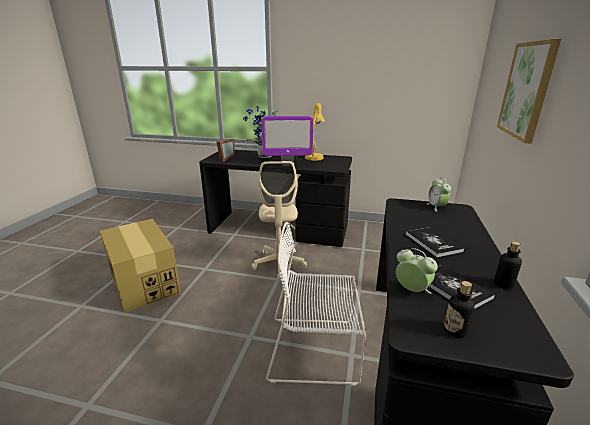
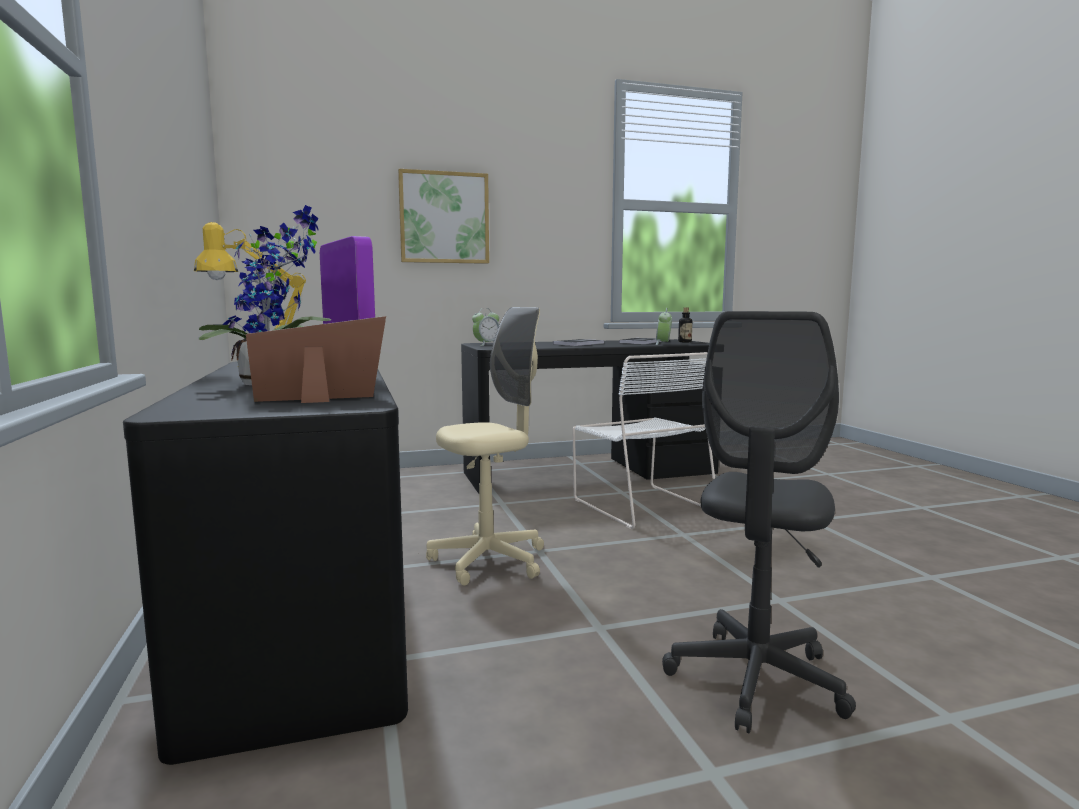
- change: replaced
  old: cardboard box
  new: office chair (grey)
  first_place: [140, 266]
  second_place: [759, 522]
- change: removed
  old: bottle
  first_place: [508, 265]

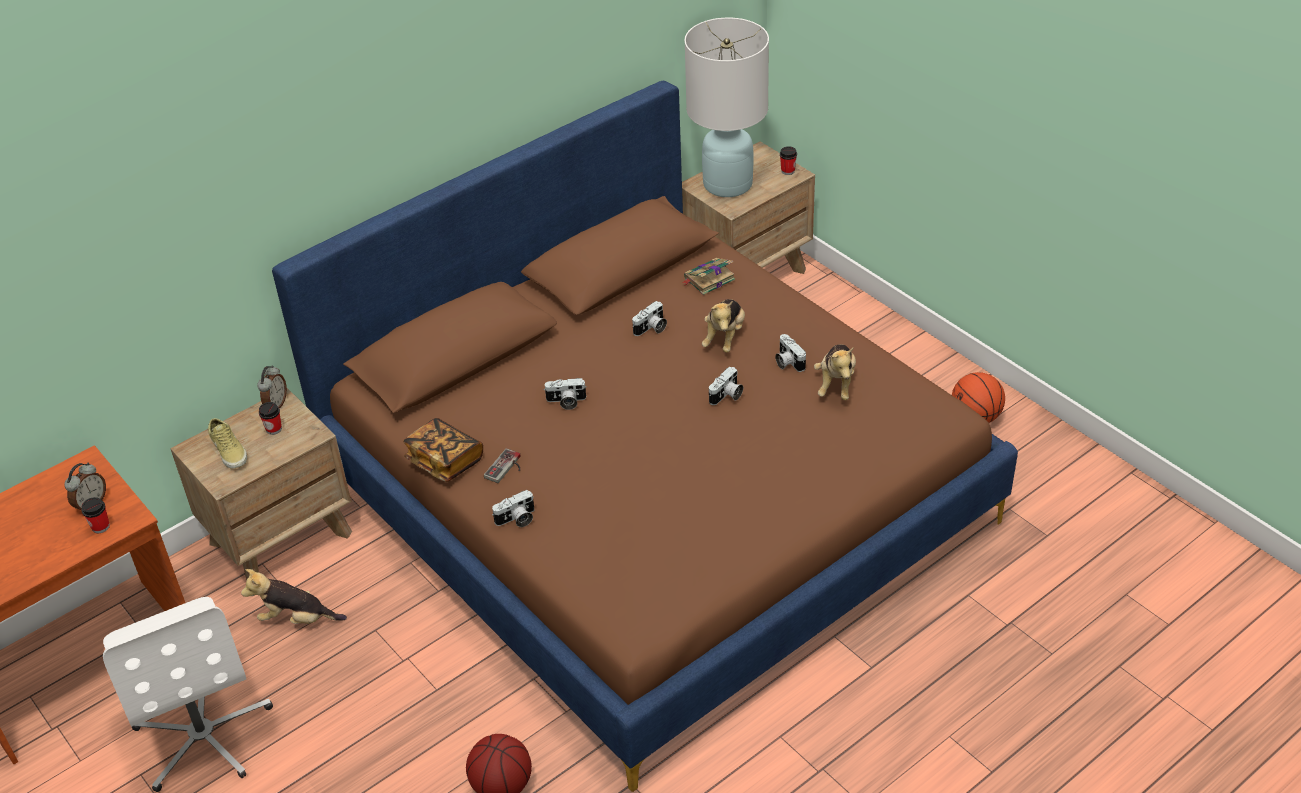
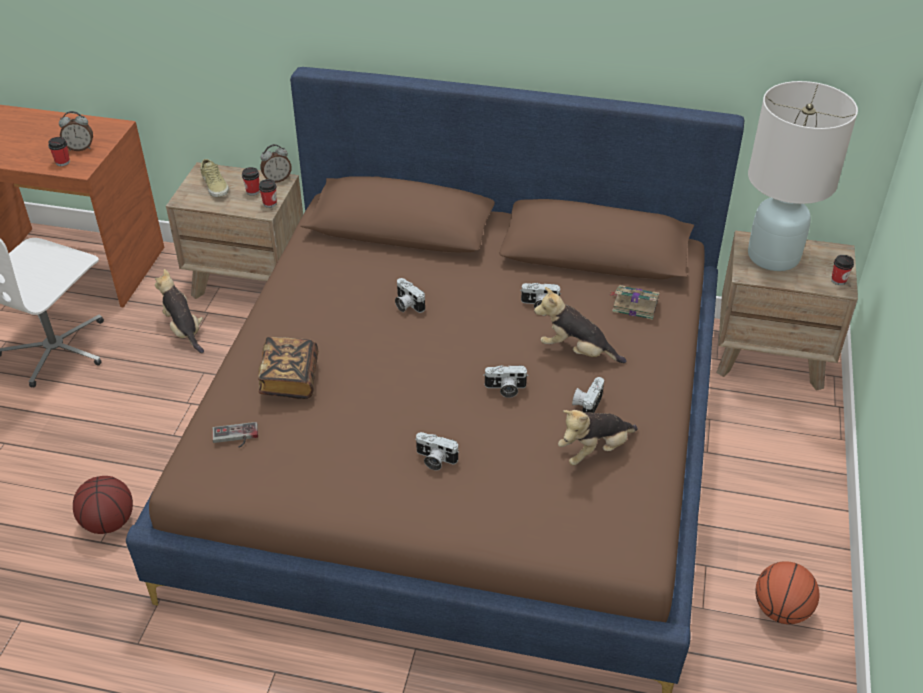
- change: turned
  old: shoe (beige)
  first_place: [227, 443]
  second_place: [214, 178]
  degrees: -45
- change: moved
  old: book
  first_place: [443, 450]
  second_place: [288, 368]
- change: moved
  old: game controller
  first_place: [502, 465]
  second_place: [235, 435]
- change: moved
  old: photo camera
  first_place: [513, 508]
  second_place: [437, 451]
- change: turned
  old: plush toy
  first_place: [723, 326]
  second_place: [580, 325]
  degrees: 45
- change: added
  new: cup
  second_place: [268, 193]

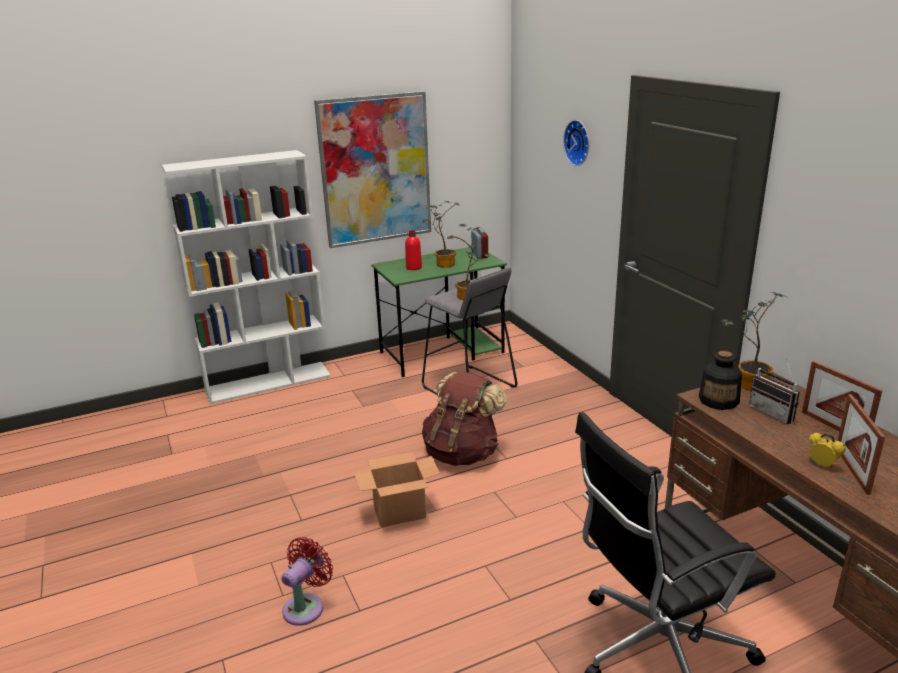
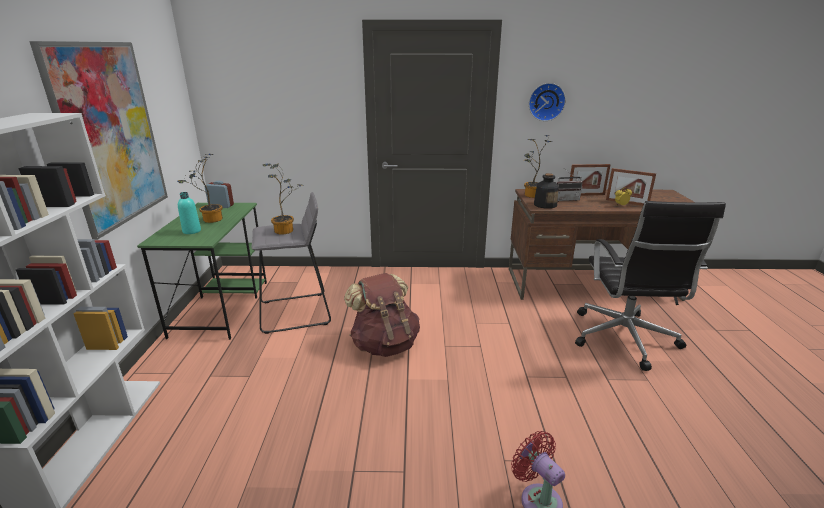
- change: removed
  old: cardboard box
  first_place: [397, 489]
- change: recoloured
  old: bottle (red)
  new: bottle (turquoise)
  first_place: [413, 250]
  second_place: [189, 213]
- change: moved
  old: wall clock
  first_place: [576, 143]
  second_place: [547, 102]

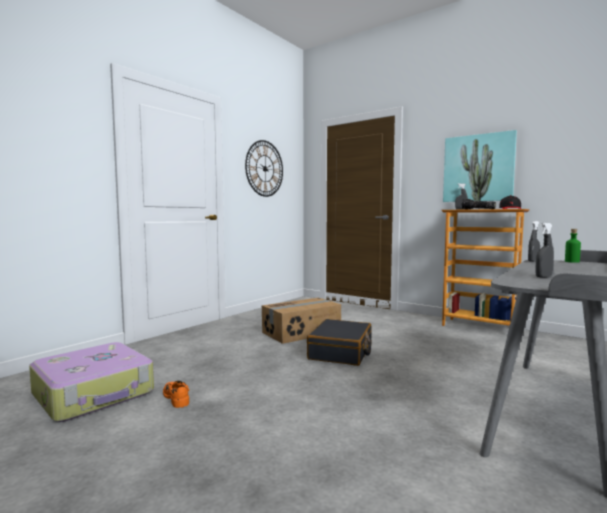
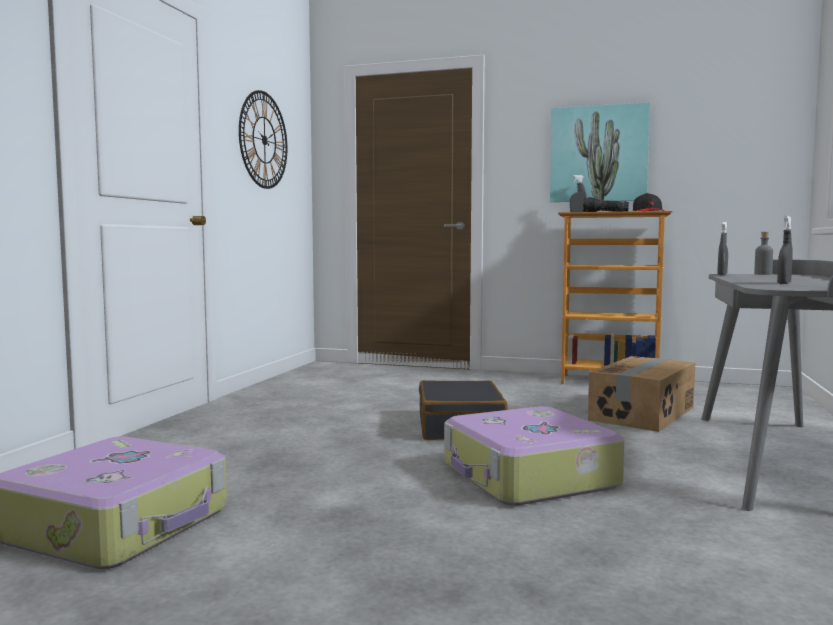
- change: removed
  old: shoe (orange)
  first_place: [176, 394]
- change: moved
  old: cardboard box
  first_place: [301, 321]
  second_place: [641, 394]
- change: recoloured
  old: bottle (green)
  new: bottle (grey)
  first_place: [573, 246]
  second_place: [764, 253]
- change: added
  new: suitcase
  second_place: [534, 456]

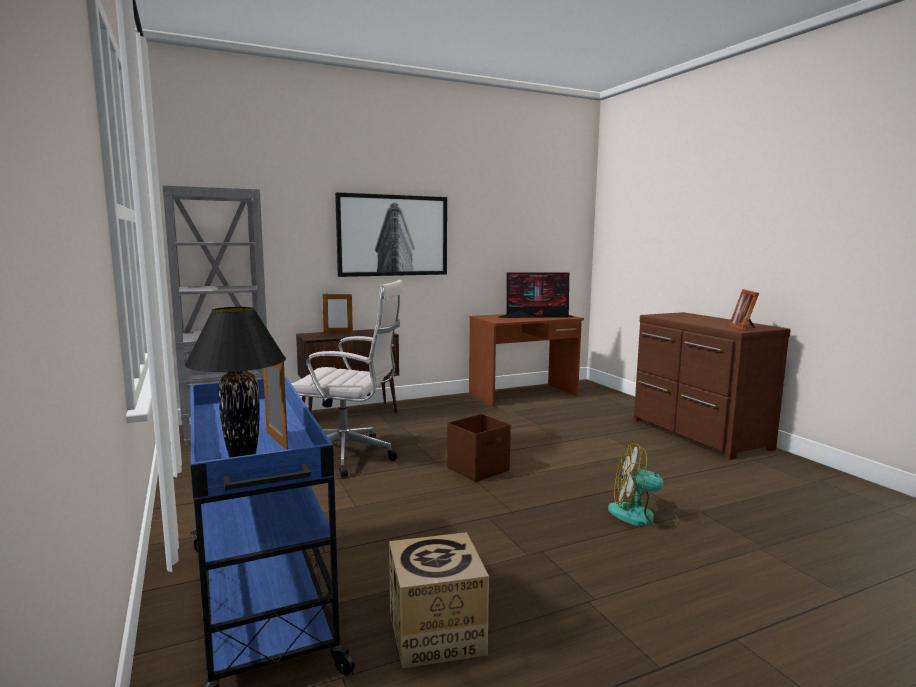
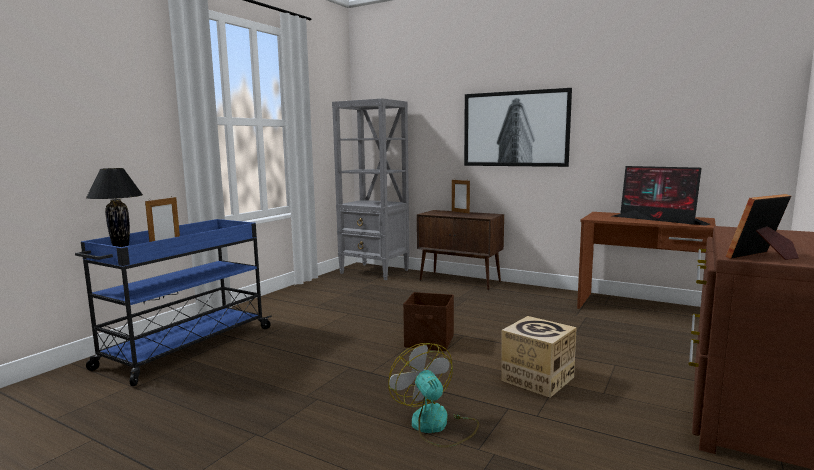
- change: removed
  old: office chair (white)
  first_place: [347, 379]
- change: moved
  old: cardboard box
  first_place: [439, 600]
  second_place: [539, 357]

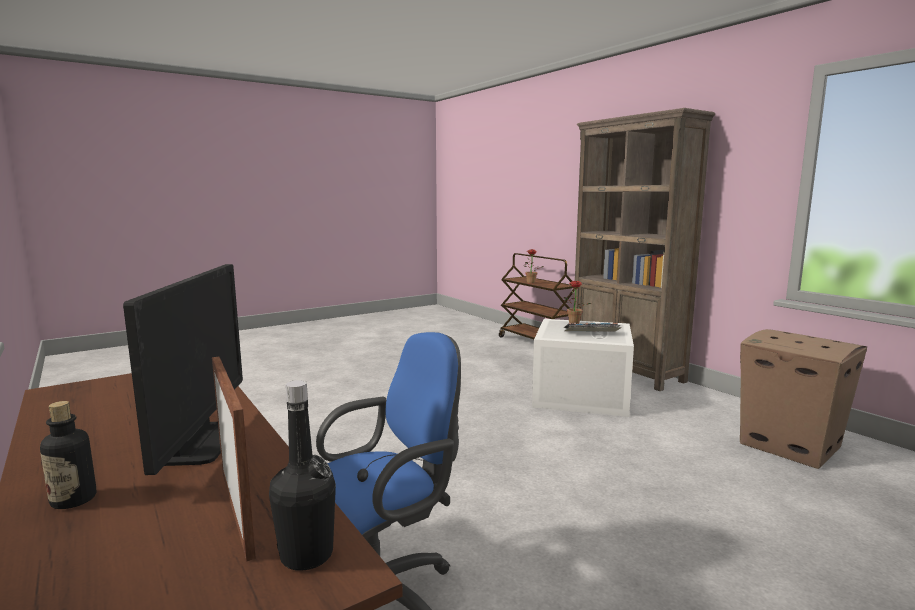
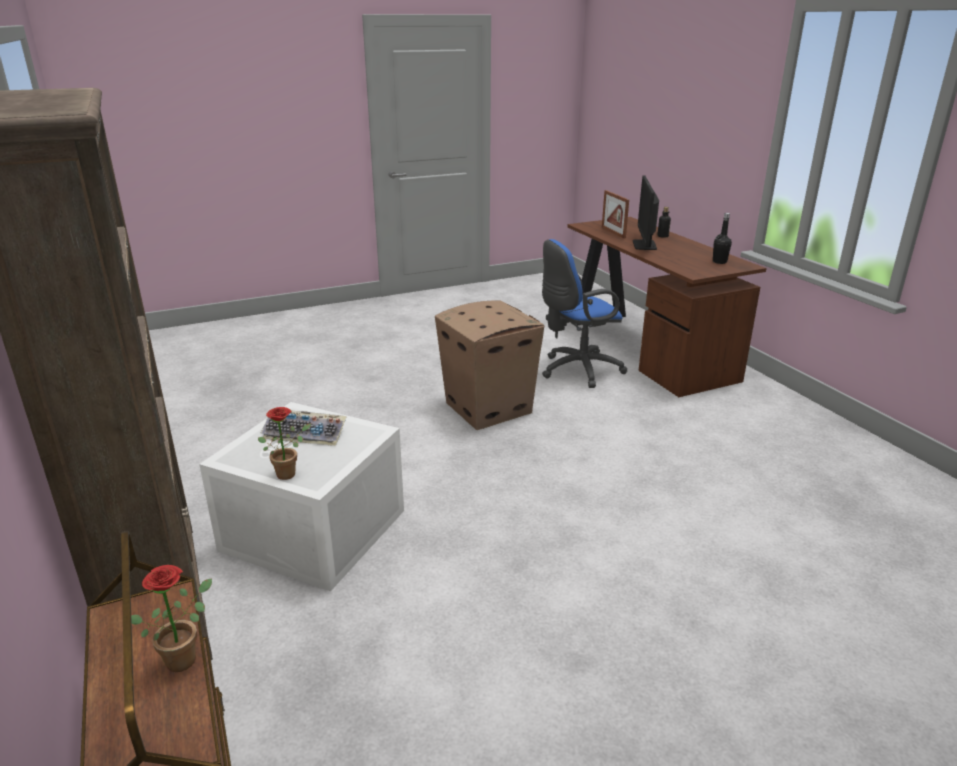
- change: moved
  old: bottle (black)
  first_place: [302, 475]
  second_place: [722, 238]
- change: moved
  old: cardboard box
  first_place: [803, 399]
  second_place: [489, 365]

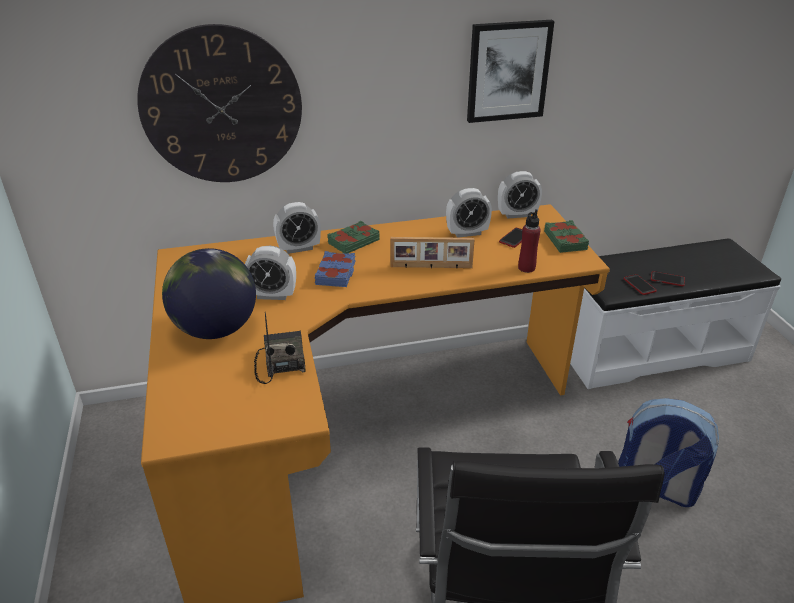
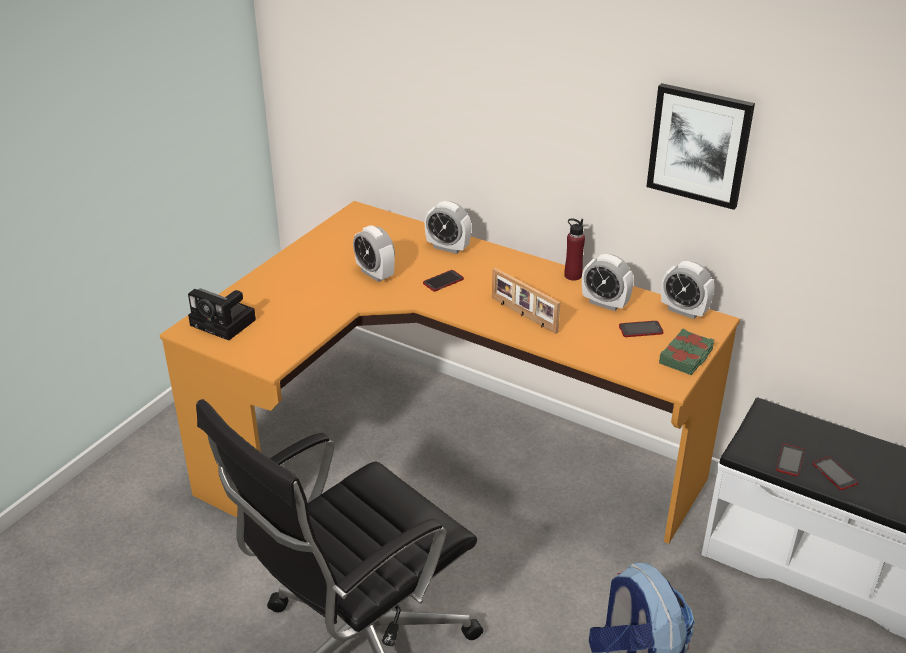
- change: removed
  old: wall clock
  first_place: [219, 103]
- change: removed
  old: globe
  first_place: [209, 293]
- change: removed
  old: radio
  first_place: [280, 347]
- change: replaced
  old: book (blue)
  new: phone
  first_place: [335, 269]
  second_place: [443, 280]
- change: removed
  old: book (green)
  first_place: [353, 237]
- change: moved
  old: bottle (red)
  first_place: [529, 241]
  second_place: [574, 250]
- change: added
  new: photo camera
  second_place: [222, 314]

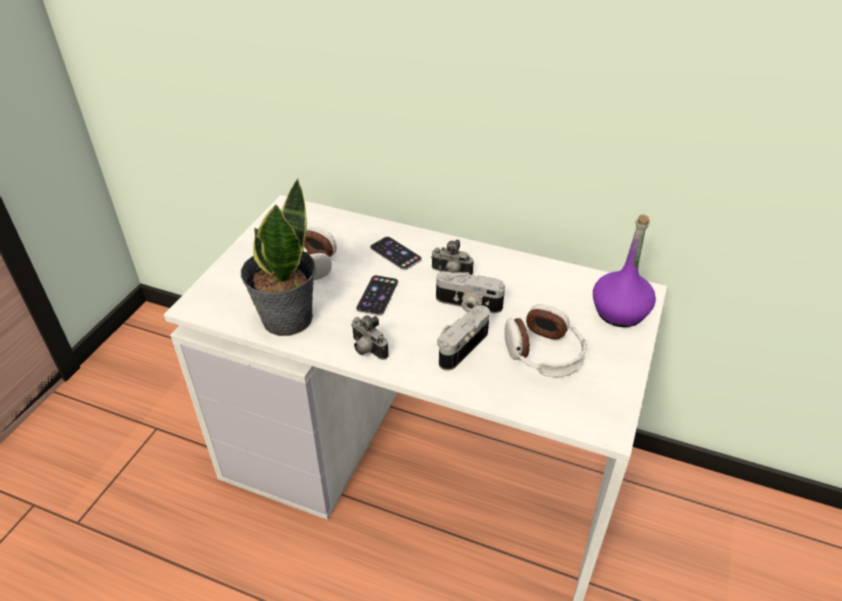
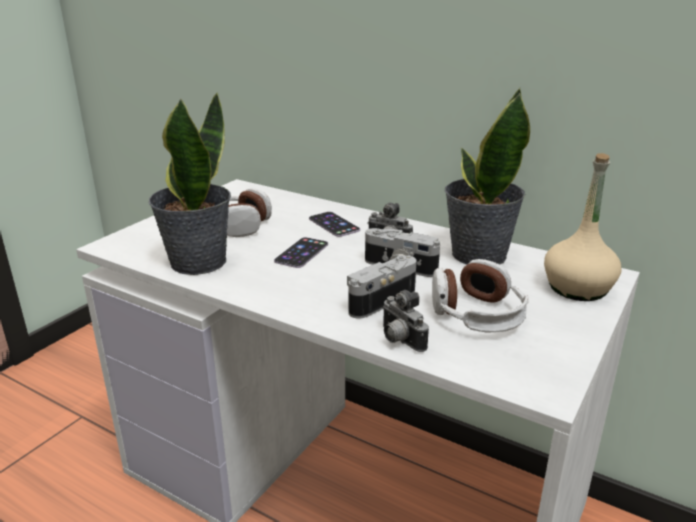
- change: moved
  old: photo camera
  first_place: [370, 337]
  second_place: [405, 321]
- change: recoloured
  old: bottle (purple)
  new: bottle (beige)
  first_place: [624, 271]
  second_place: [583, 227]
- change: added
  new: potted plant
  second_place: [487, 176]

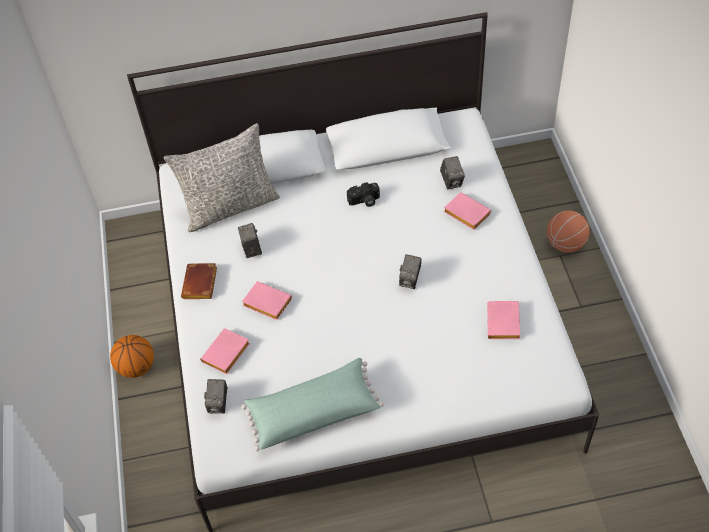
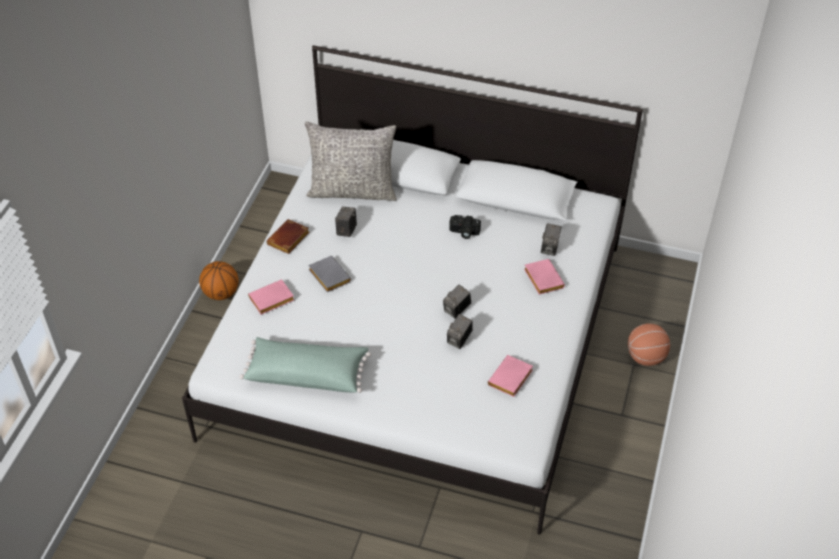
- change: moved
  old: photo camera
  first_place: [215, 396]
  second_place: [460, 331]
- change: recoloured
  old: book (pink)
  new: book (grey)
  first_place: [267, 300]
  second_place: [329, 274]

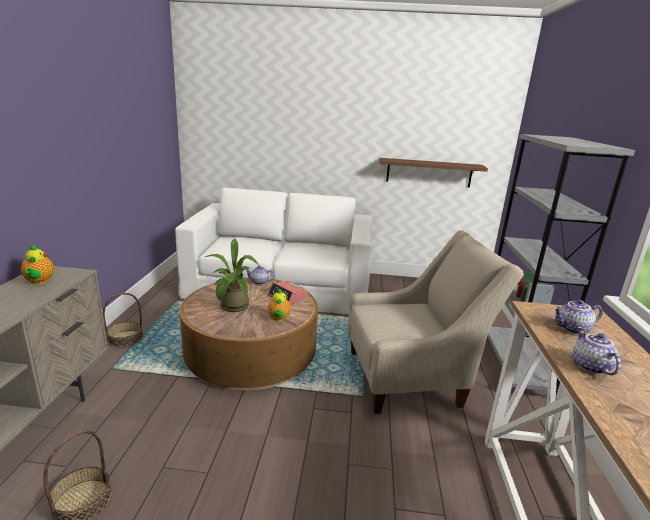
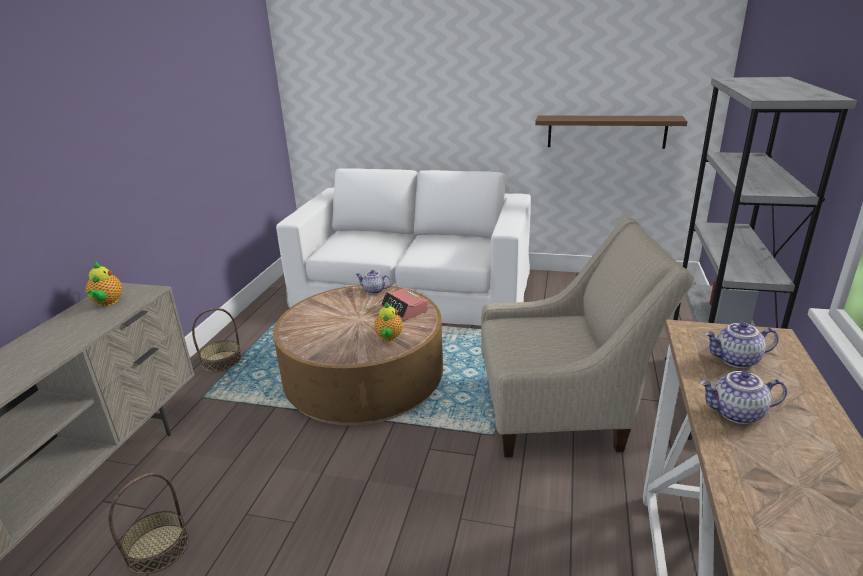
- change: removed
  old: potted plant
  first_place: [232, 275]
- change: turned
  old: teapot
  first_place: [597, 351]
  second_place: [743, 397]
  degrees: -90

